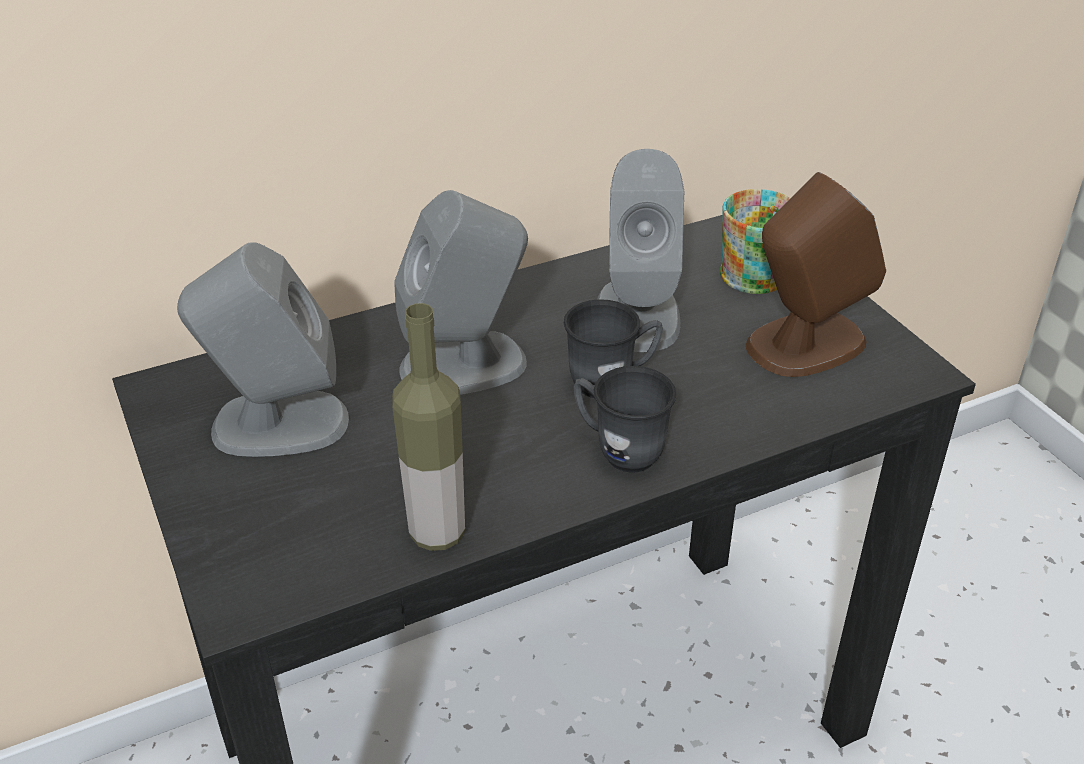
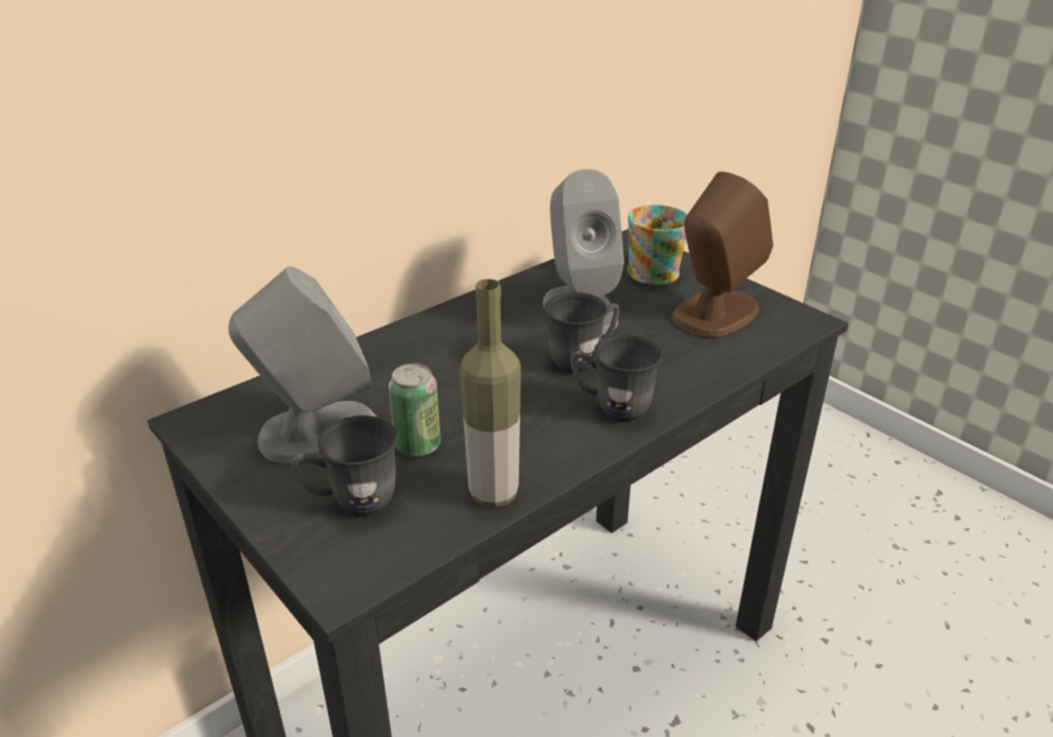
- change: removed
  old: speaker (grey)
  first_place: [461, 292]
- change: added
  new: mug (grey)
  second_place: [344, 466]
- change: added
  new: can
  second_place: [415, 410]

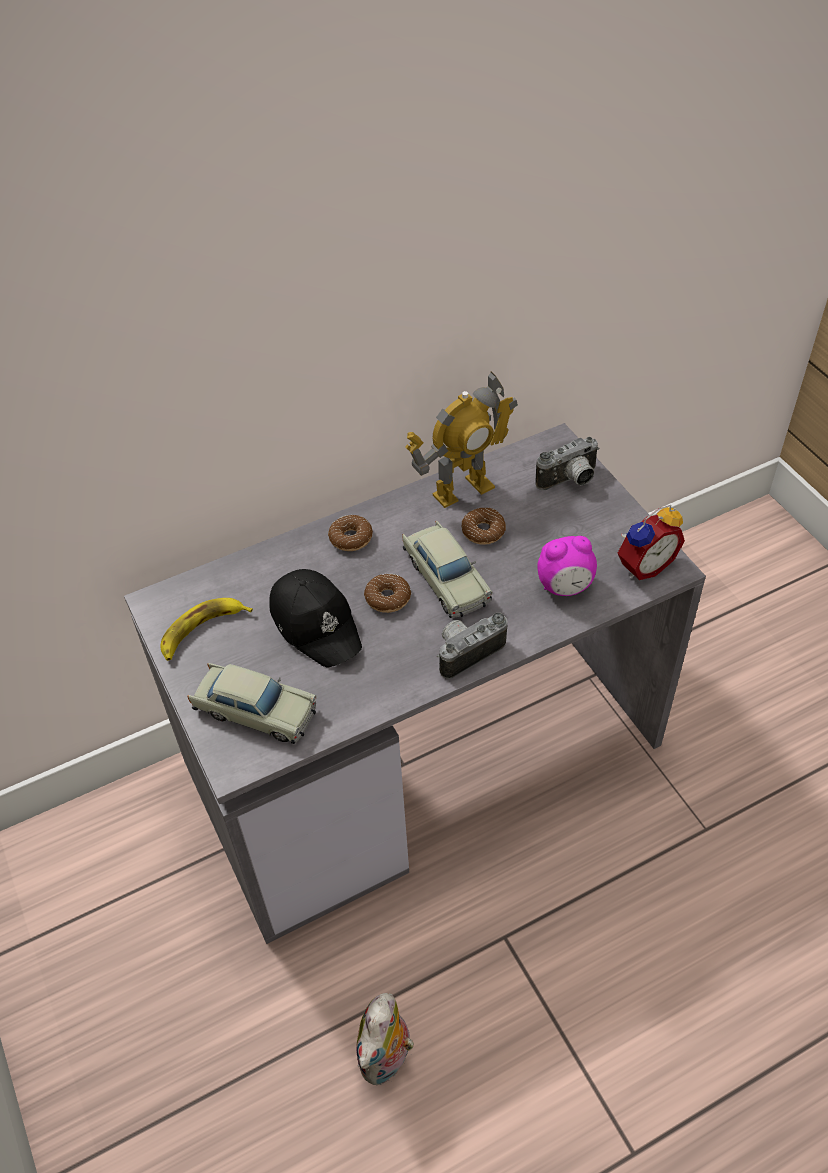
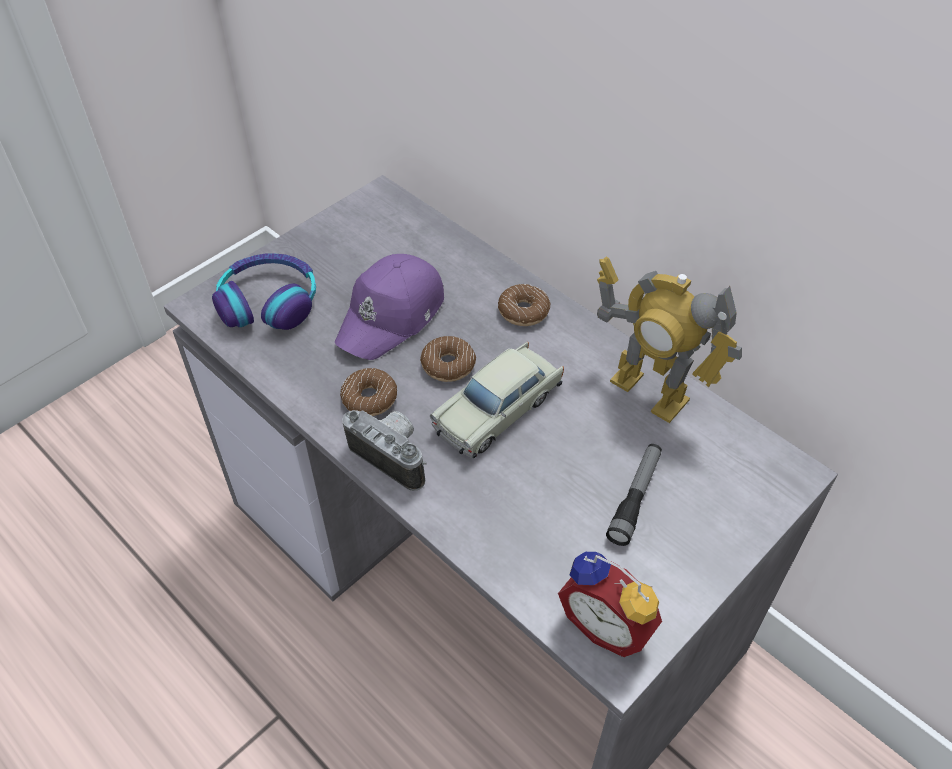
- change: removed
  old: banana
  first_place: [206, 629]
- change: replaced
  old: toy car (beige)
  new: headphones
  first_place: [252, 703]
  second_place: [264, 292]
- change: recoloured
  old: cap (black)
  new: cap (purple)
  first_place: [315, 618]
  second_place: [389, 307]
- change: removed
  old: plush toy
  first_place: [385, 1039]
- change: moved
  old: donut
  first_place: [483, 526]
  second_place: [368, 392]
- change: removed
  old: photo camera
  first_place: [567, 463]
- change: removed
  old: alarm clock
  first_place: [567, 566]
- change: added
  new: flashlight
  second_place: [634, 495]

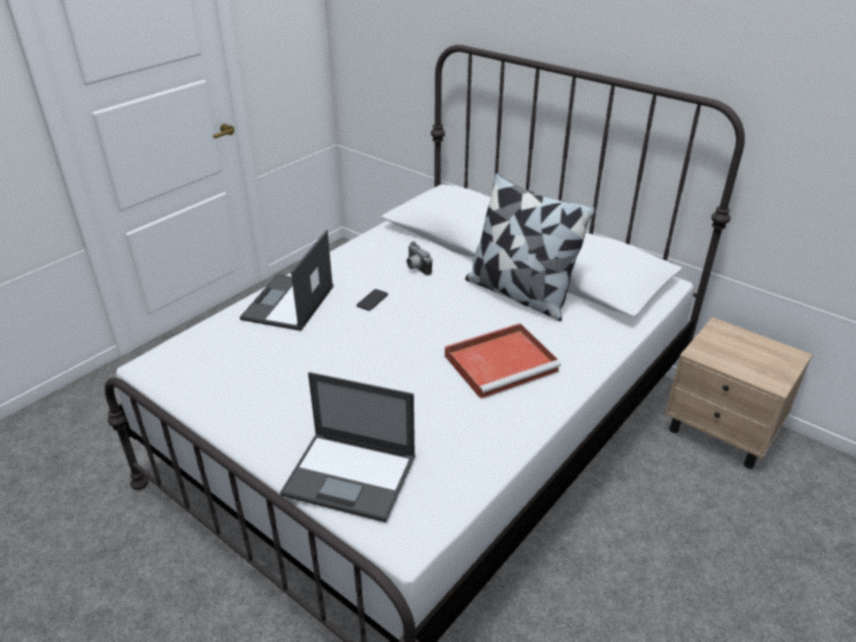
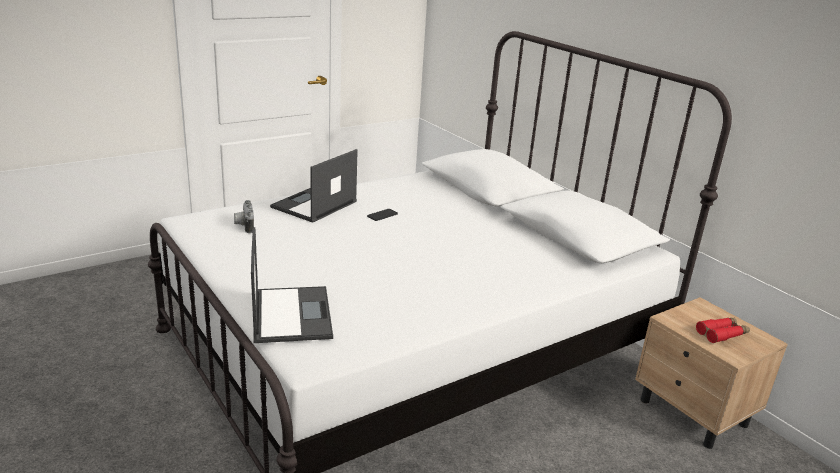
- change: turned
  old: laptop
  first_place: [347, 447]
  second_place: [292, 285]
  degrees: -135
- change: moved
  old: photo camera
  first_place: [419, 258]
  second_place: [244, 216]
- change: removed
  old: tray (red)
  first_place: [503, 361]
- change: removed
  old: pillow
  first_place: [530, 247]
- change: added
  new: binoculars (red)
  second_place: [723, 330]

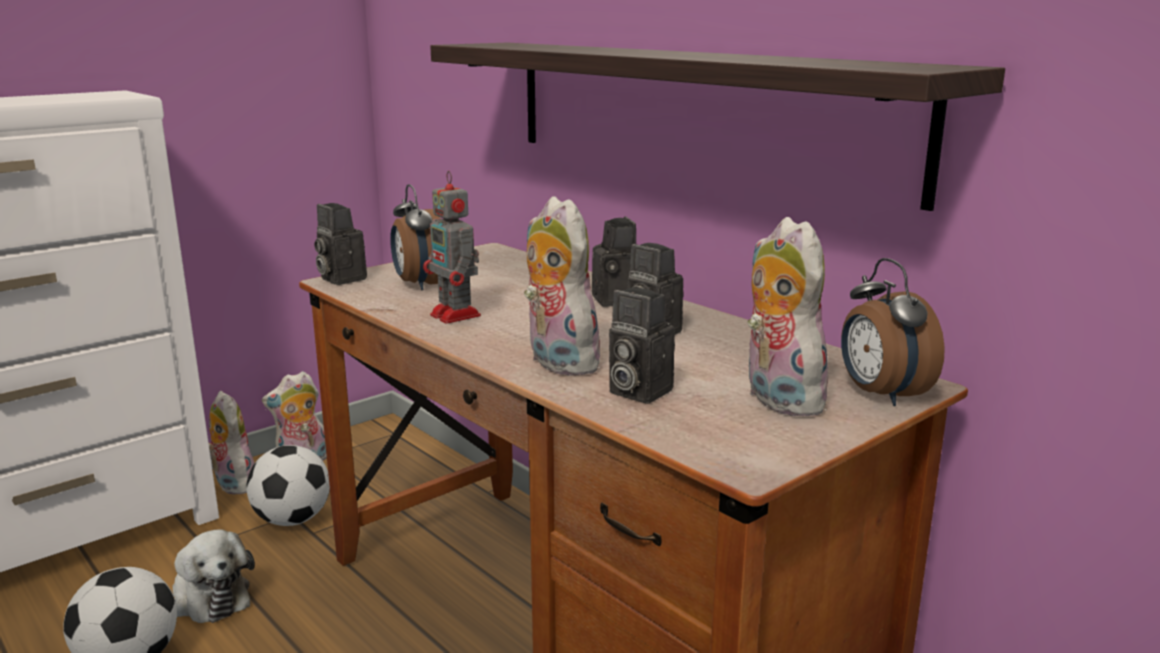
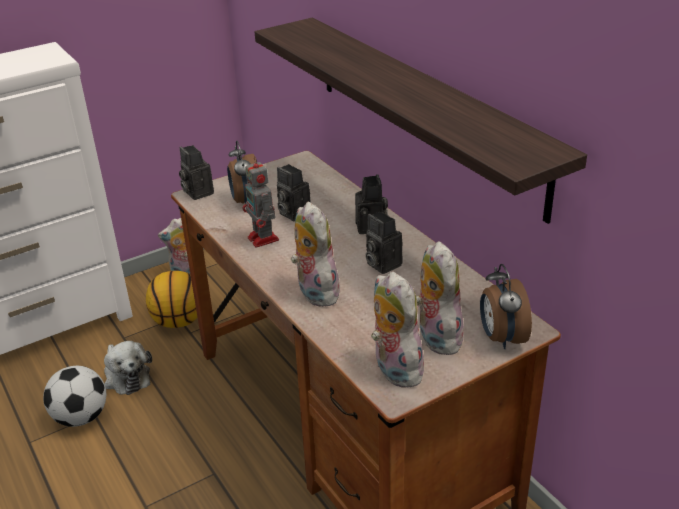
- change: moved
  old: plush toy
  first_place: [231, 443]
  second_place: [399, 329]
- change: replaced
  old: football
  new: basketball
  first_place: [288, 485]
  second_place: [171, 299]
- change: moved
  old: photo camera
  first_place: [642, 346]
  second_place: [294, 192]

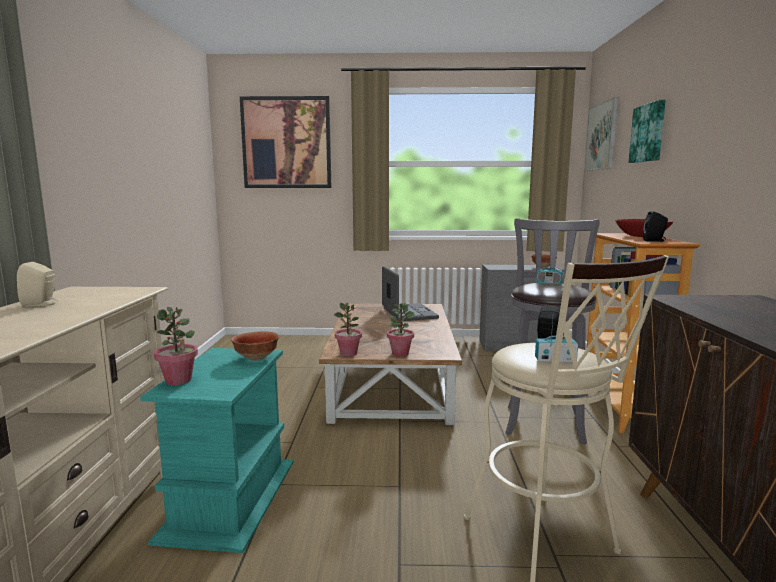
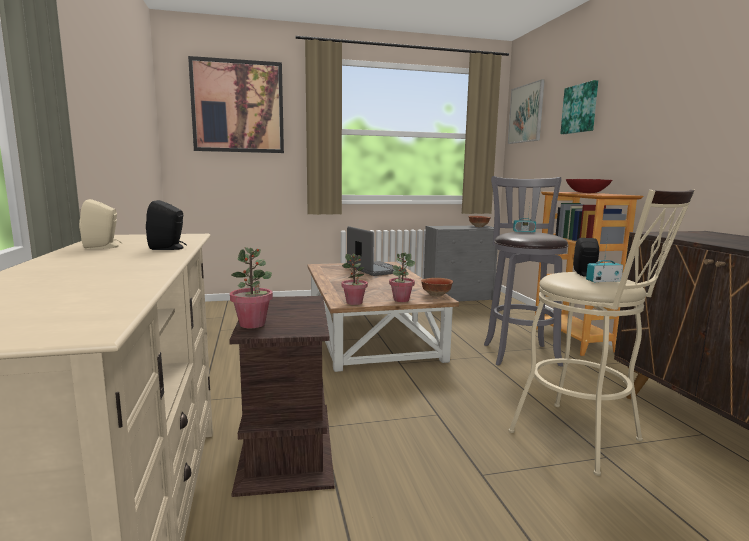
- change: recoloured
  old: side table (turquoise)
  new: side table (brown)
  first_place: [217, 450]
  second_place: [282, 396]
- change: moved
  old: bowl
  first_place: [255, 346]
  second_place: [437, 287]
- change: moved
  old: speaker (black)
  first_place: [655, 226]
  second_place: [166, 225]

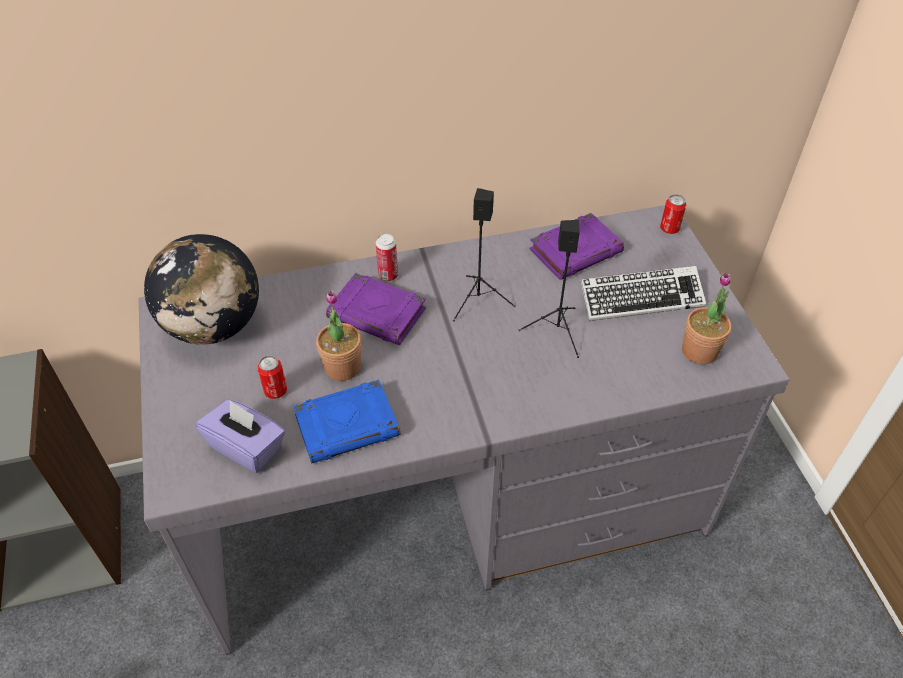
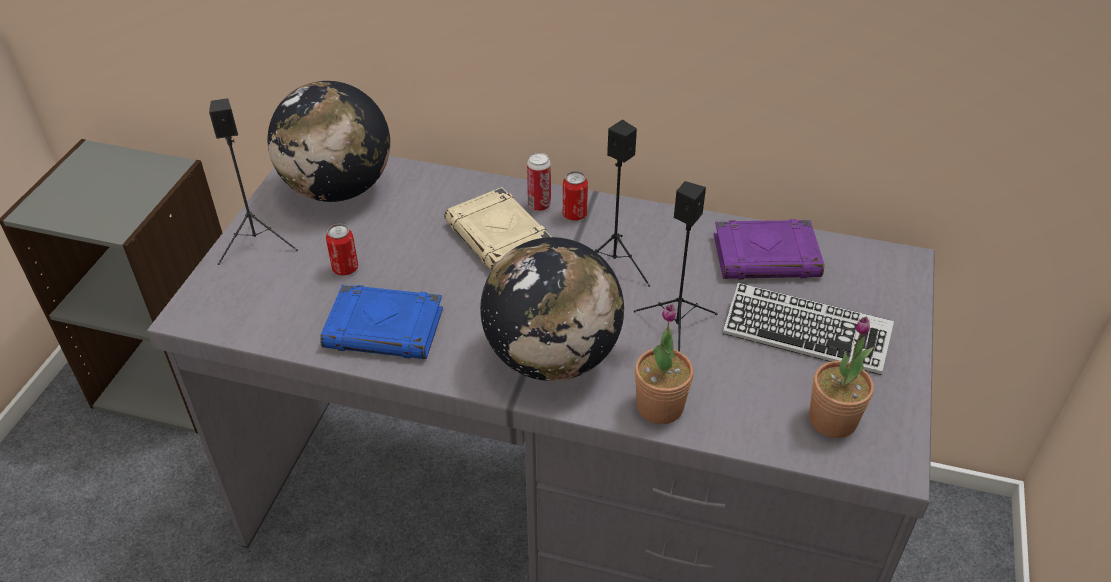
- change: removed
  old: tissue box (purple)
  first_place: [240, 436]
- change: moved
  old: potted plant
  first_place: [338, 335]
  second_place: [664, 364]
- change: recoloured
  old: book (purple)
  new: book (beige)
  first_place: [376, 309]
  second_place: [497, 229]
- change: moved
  old: can
  first_place: [673, 214]
  second_place: [575, 196]
- change: added
  new: speaker (black)
  second_place: [253, 181]
- change: added
  new: globe
  second_place: [552, 309]

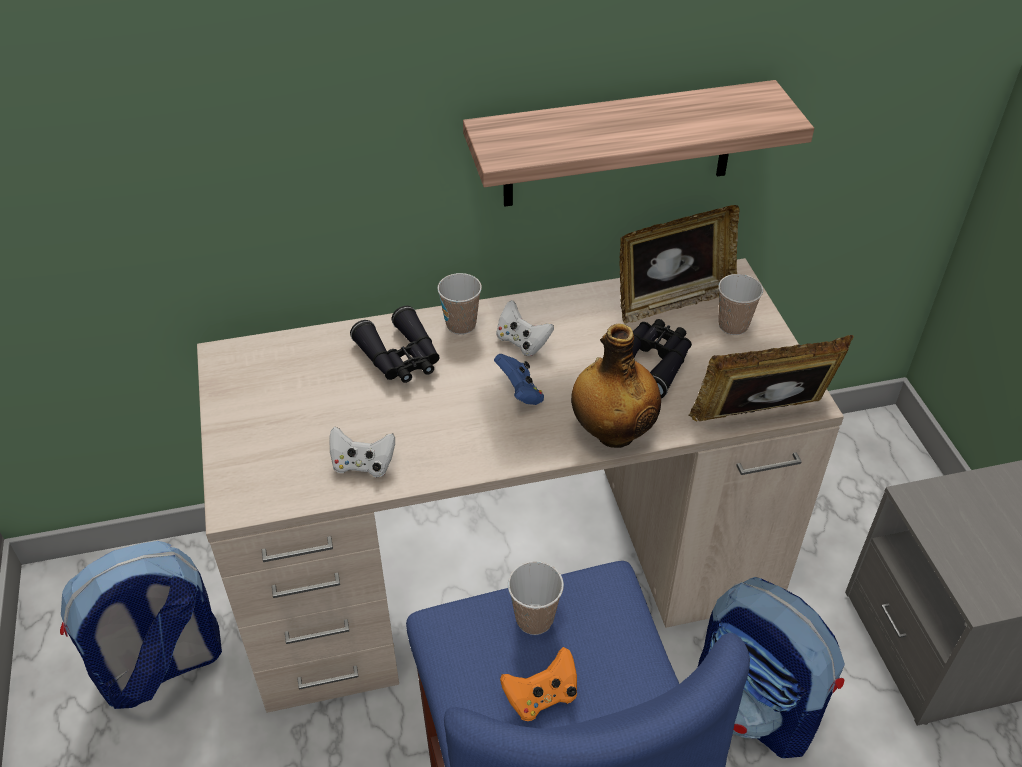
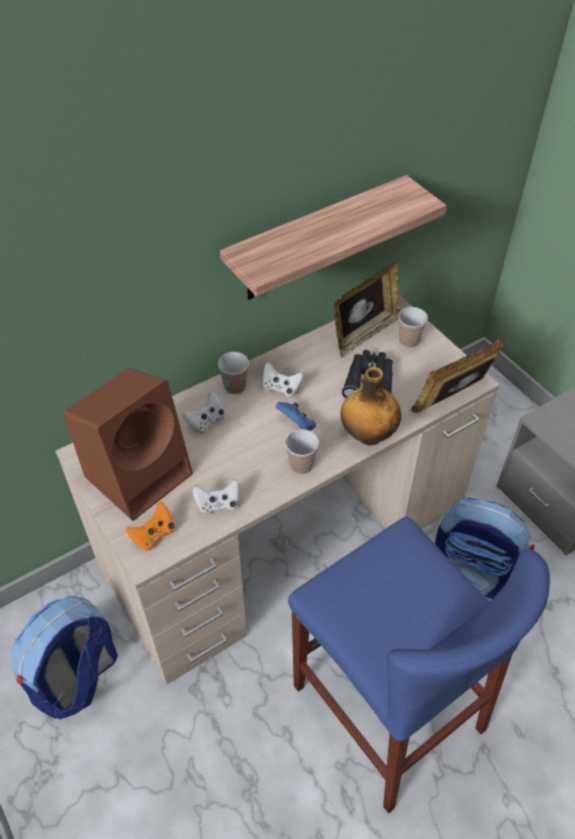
- change: replaced
  old: binoculars (black)
  new: game controller (white)
  first_place: [394, 344]
  second_place: [203, 412]
- change: moved
  old: game controller (orange)
  first_place: [538, 684]
  second_place: [150, 526]
- change: moved
  old: cup
  first_place: [536, 598]
  second_place: [302, 451]
- change: added
  new: speaker (brown)
  second_place: [128, 444]

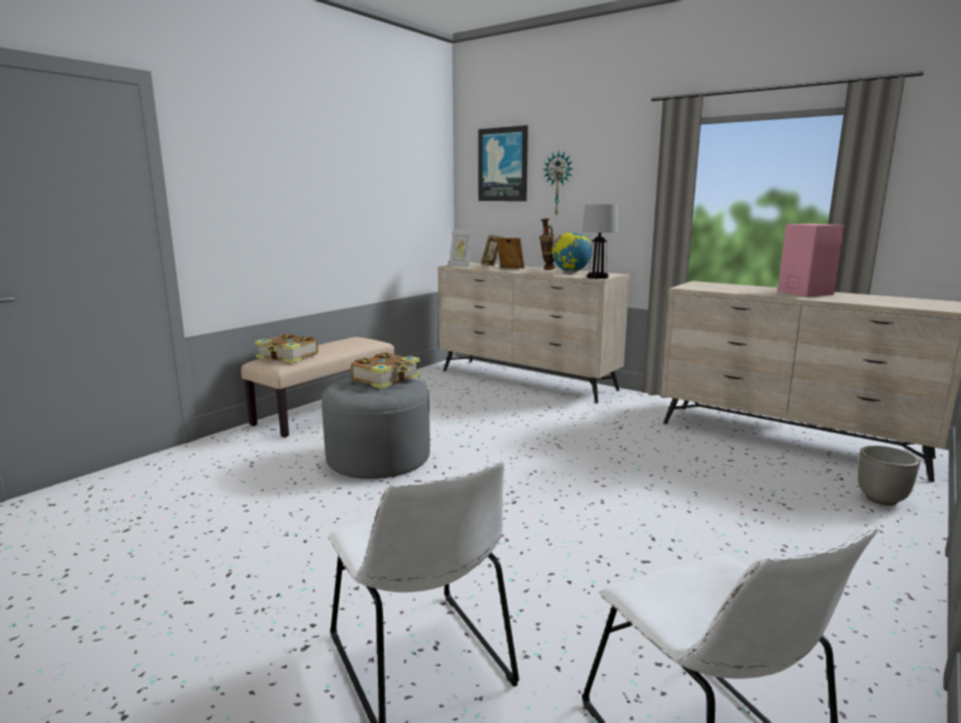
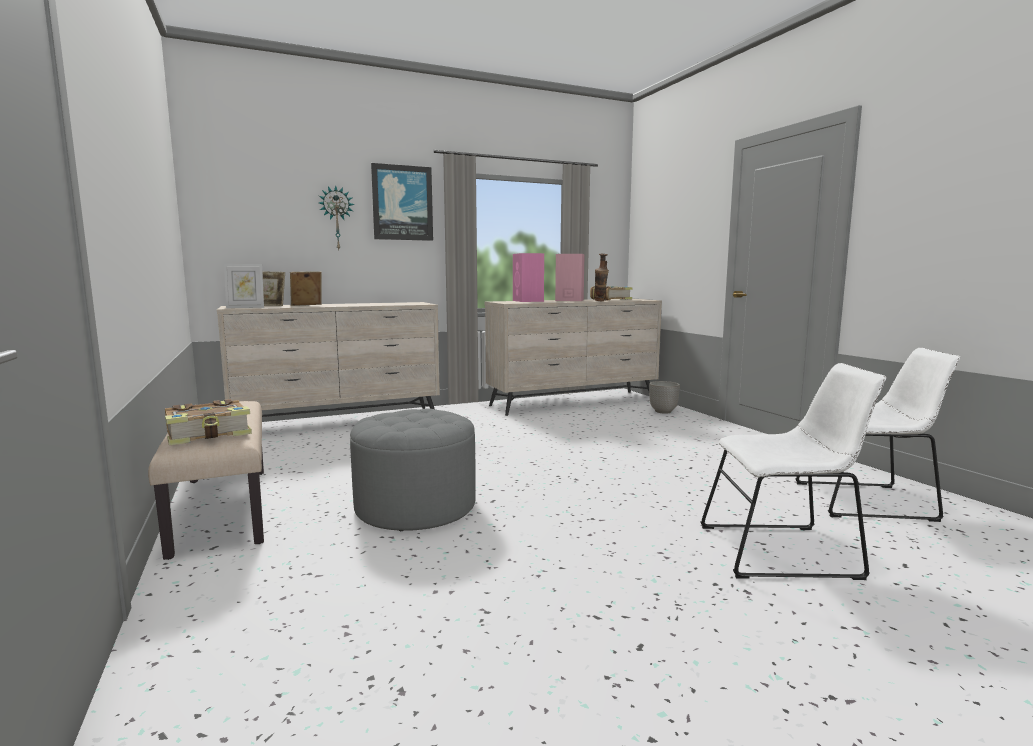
- change: moved
  old: book
  first_place: [385, 370]
  second_place: [611, 293]
- change: moved
  old: picture
  first_place: [503, 163]
  second_place: [402, 202]
- change: moved
  old: vase
  first_place: [547, 244]
  second_place: [602, 277]
- change: removed
  old: globe
  first_place: [571, 253]
- change: removed
  old: table lamp
  first_place: [600, 241]
- change: added
  new: speaker (pink)
  second_place: [528, 277]

